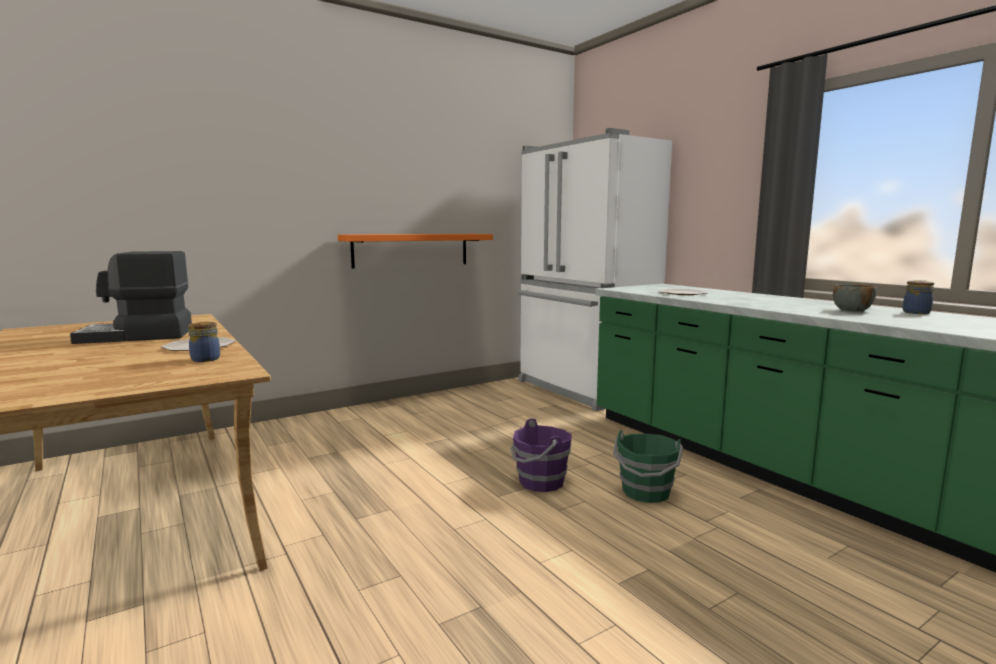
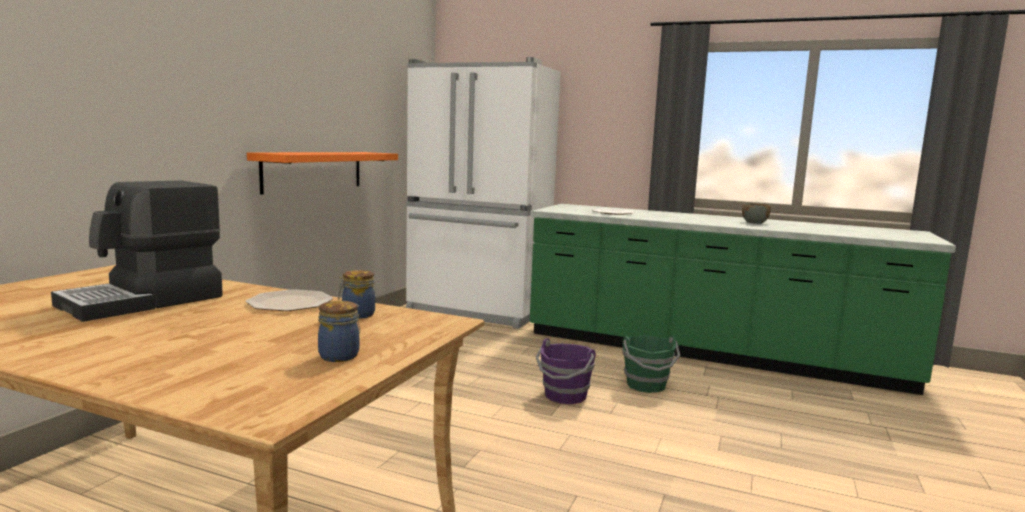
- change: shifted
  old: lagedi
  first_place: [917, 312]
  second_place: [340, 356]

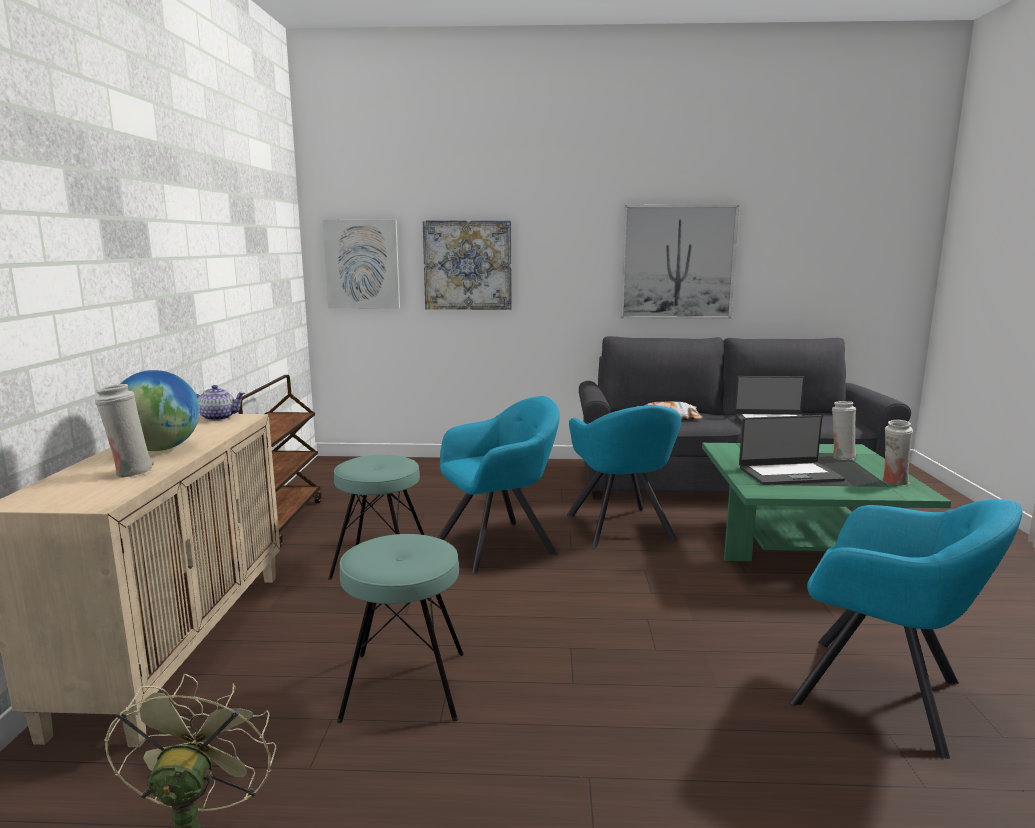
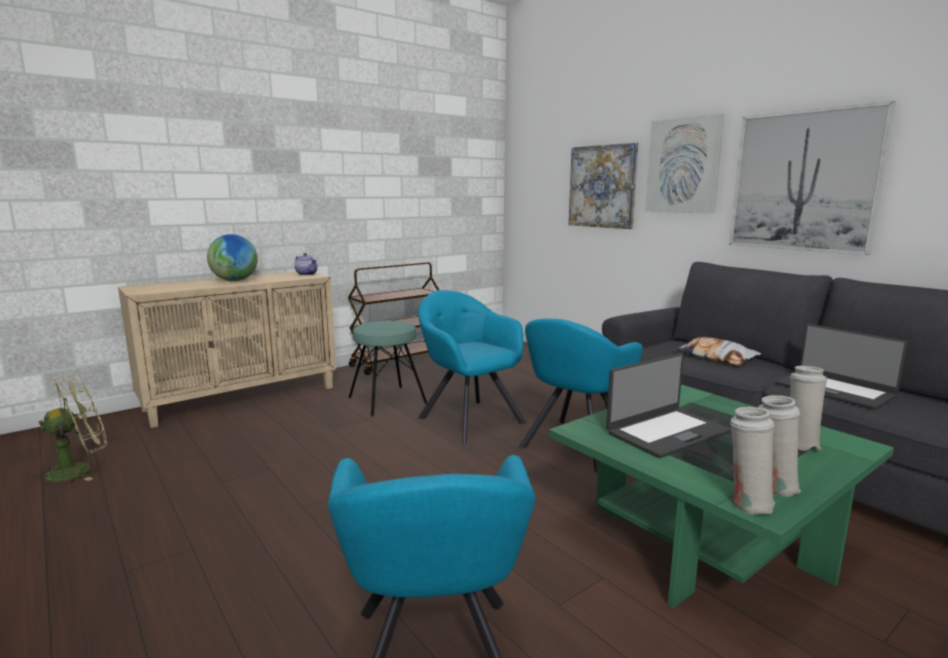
- change: gone
  old: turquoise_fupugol
  first_place: [405, 685]
- change: shifted
  old: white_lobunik
  first_place: [130, 472]
  second_place: [747, 504]
- change: shifted
  old: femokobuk
  first_place: [362, 264]
  second_place: [683, 166]
- change: rotated
  old: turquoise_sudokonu
  first_place: [500, 544]
  second_place: [468, 419]
  degrees: -150
- change: rotated
  old: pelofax
  first_place: [789, 474]
  second_place: [666, 432]
  degrees: -75

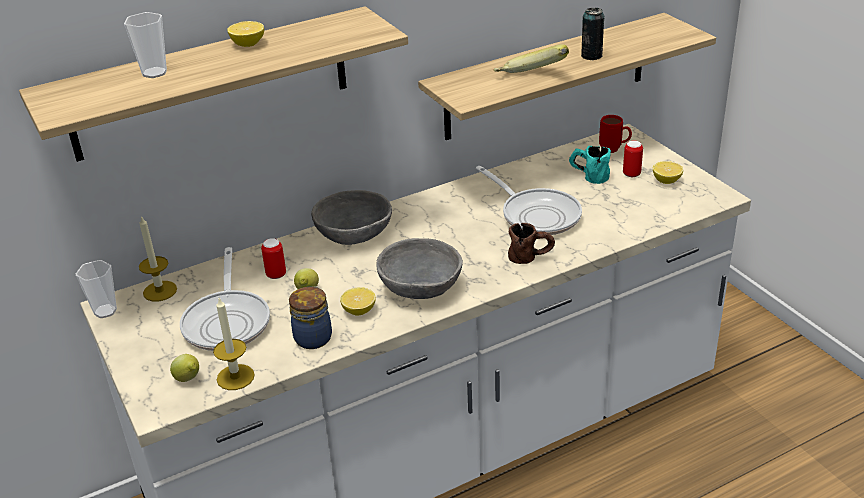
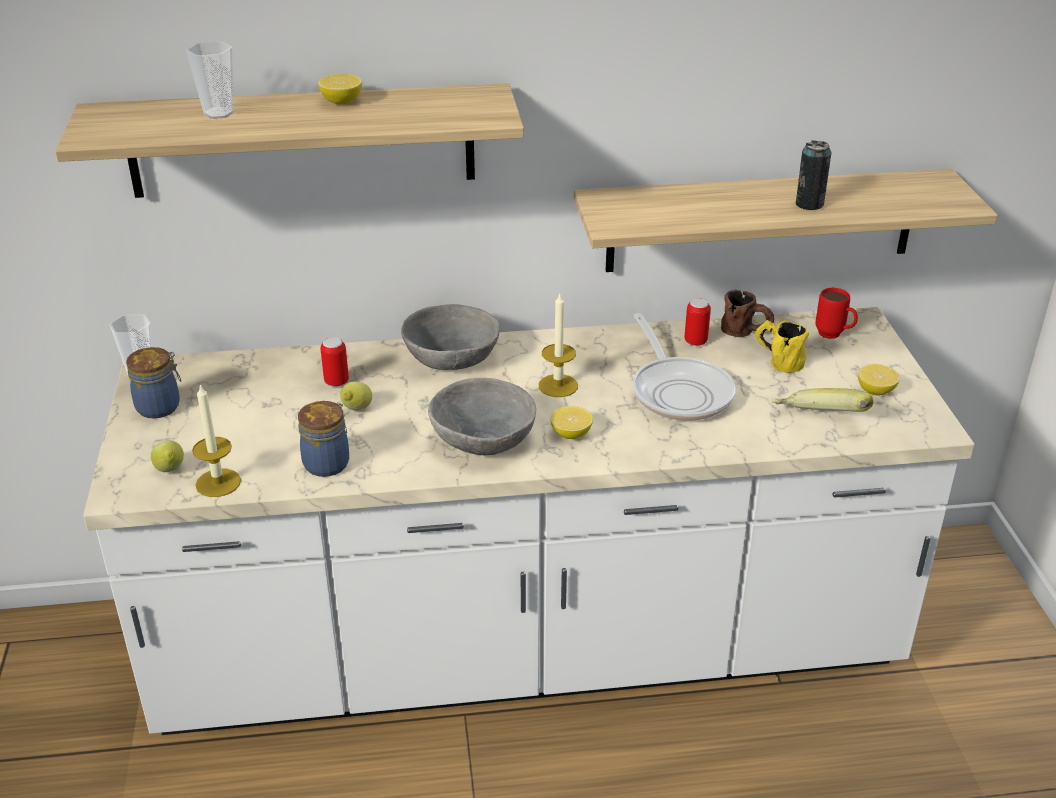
- change: gone
  old: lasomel
  first_place: [228, 321]
- change: new
  new: lagedi
  second_place: [160, 406]
- change: shifted
  old: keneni
  first_place: [160, 291]
  second_place: [558, 386]
- change: shifted
  old: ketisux
  first_place: [359, 311]
  second_place: [571, 434]
- change: shifted
  old: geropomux
  first_place: [530, 78]
  second_place: [818, 422]
- change: shifted
  old: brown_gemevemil
  first_place: [531, 257]
  second_place: [746, 333]
- change: shifted
  old: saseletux
  first_place: [631, 174]
  second_place: [695, 341]
- change: repainted
  old: turquoise_gemevemil
  new: yellow_gemevemil
  first_place: [588, 177]
  second_place: [777, 361]

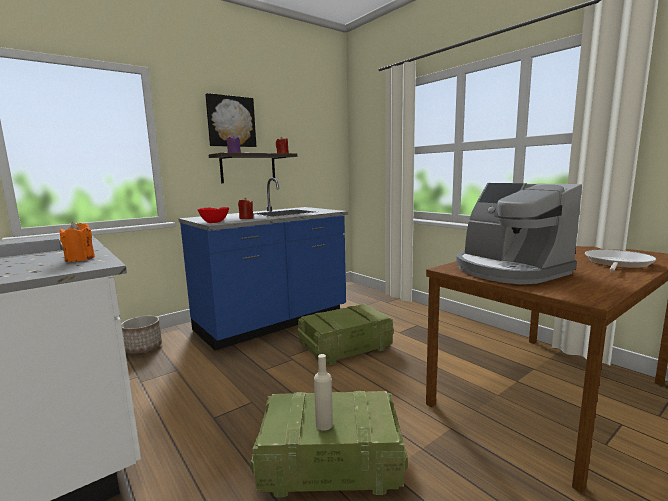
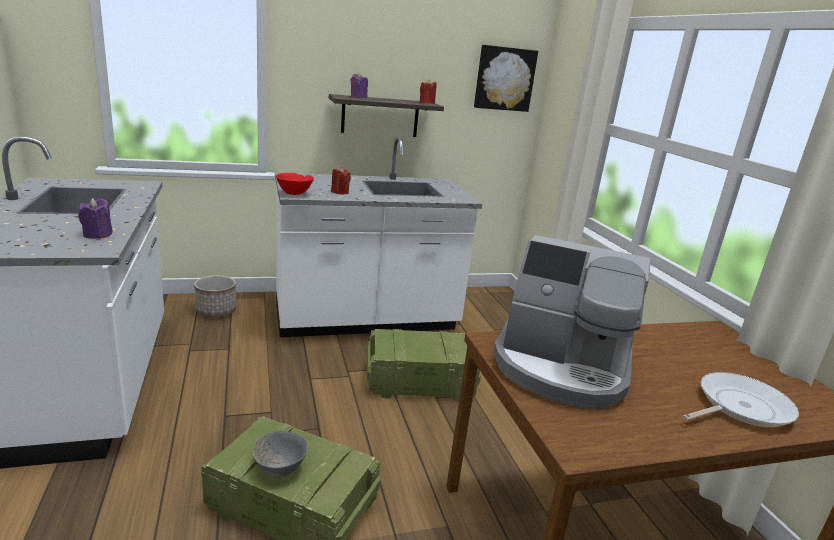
- change: shifted
  old: femokobuk
  first_place: [231, 121]
  second_place: [504, 79]
- change: swapped
  old: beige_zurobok
  new: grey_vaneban
  first_place: [324, 424]
  second_place: [279, 469]
- change: repainted
  old: orange_keneni
  new: purple_keneni
  first_place: [80, 259]
  second_place: [97, 235]
- change: repainted
  old: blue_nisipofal
  new: white_nisipofal
  first_place: [272, 322]
  second_place: [365, 319]
- change: rotated
  old: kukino
  first_place: [508, 270]
  second_place: [561, 368]
  degrees: -60

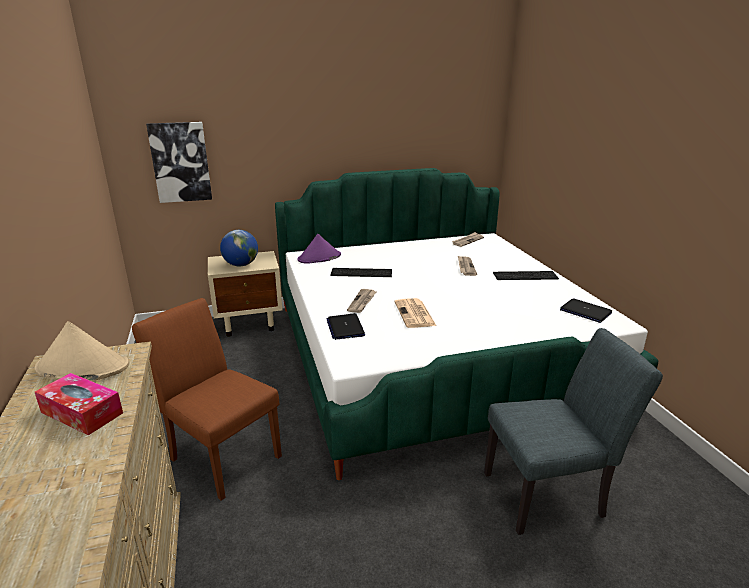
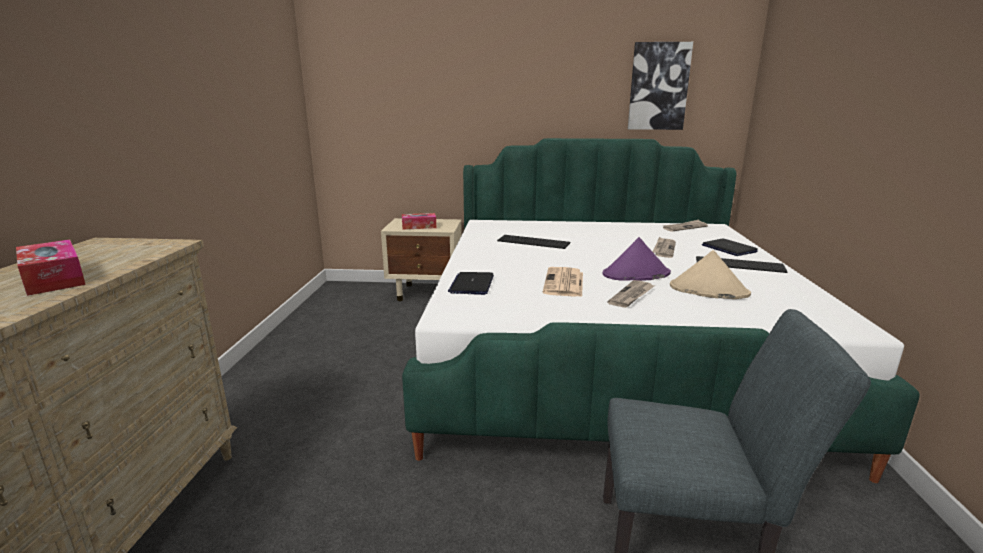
- change: gone
  old: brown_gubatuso
  first_place: [220, 454]
- change: shifted
  old: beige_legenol
  first_place: [82, 367]
  second_place: [708, 290]
- change: shifted
  old: femokobuk
  first_place: [180, 162]
  second_place: [658, 86]
- change: shifted
  old: purple_legenol
  first_place: [319, 258]
  second_place: [636, 274]
- change: shifted
  old: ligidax
  first_place: [362, 302]
  second_place: [631, 296]
- change: shifted
  old: pelofax
  first_place: [585, 311]
  second_place: [728, 248]
- change: swapped
  old: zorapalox
  new: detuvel
  first_place: [241, 265]
  second_place: [419, 226]

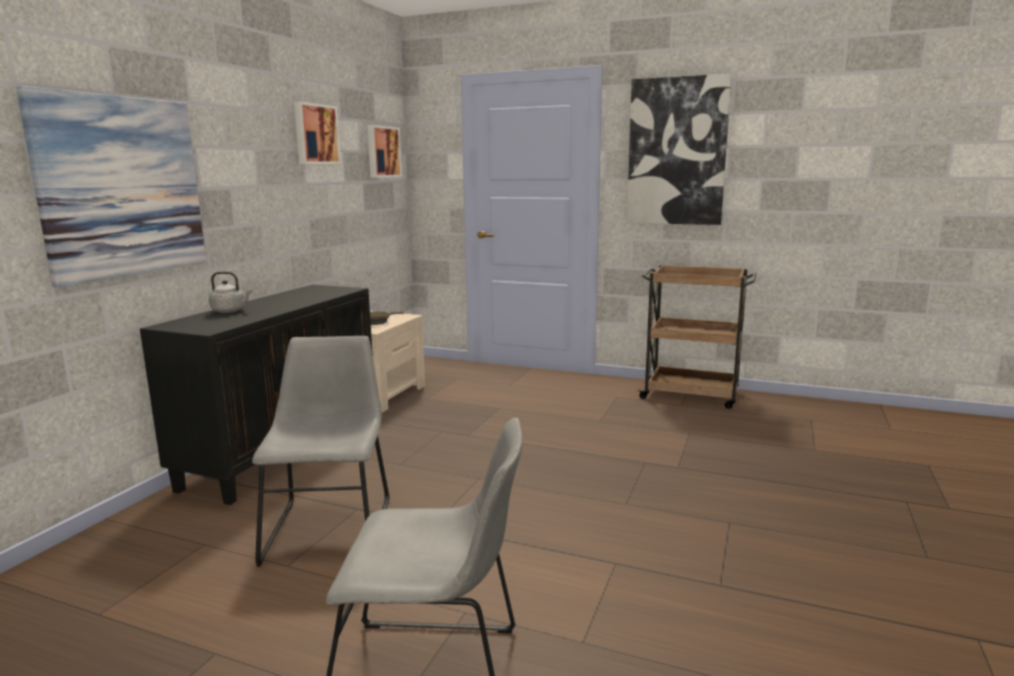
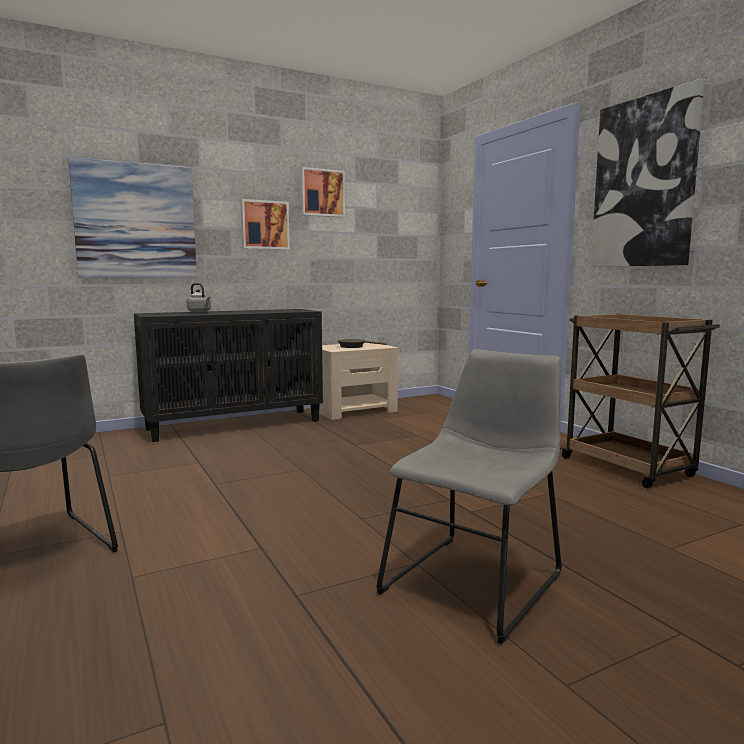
- change: shifted
  old: grey_gubatuso
  first_place: [330, 526]
  second_place: [476, 580]
- change: shifted
  old: femokobuk
  first_place: [382, 152]
  second_place: [264, 225]

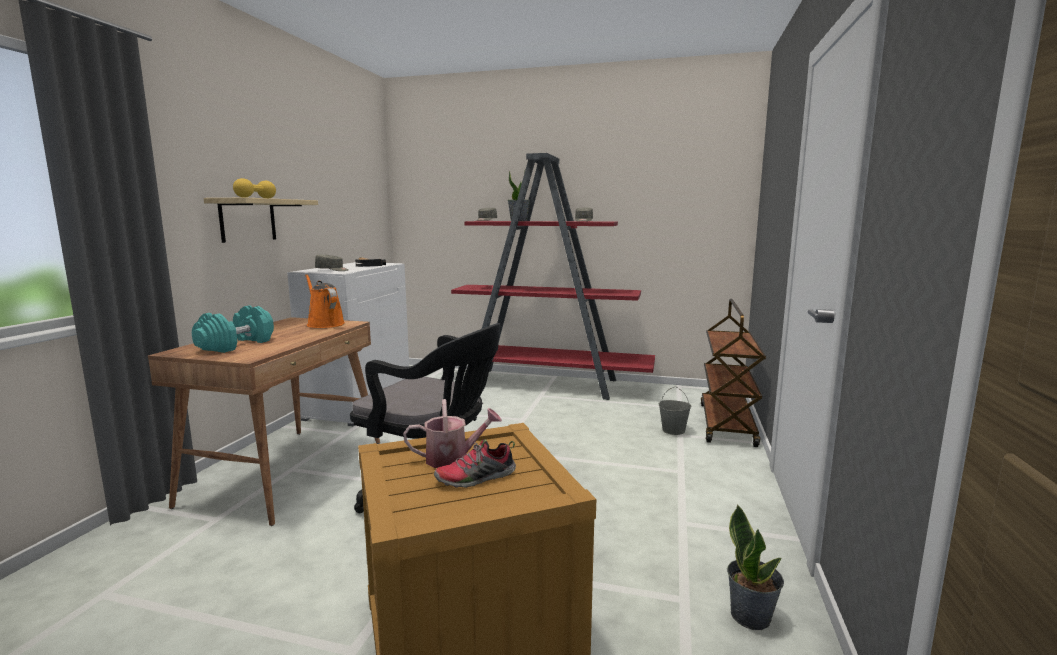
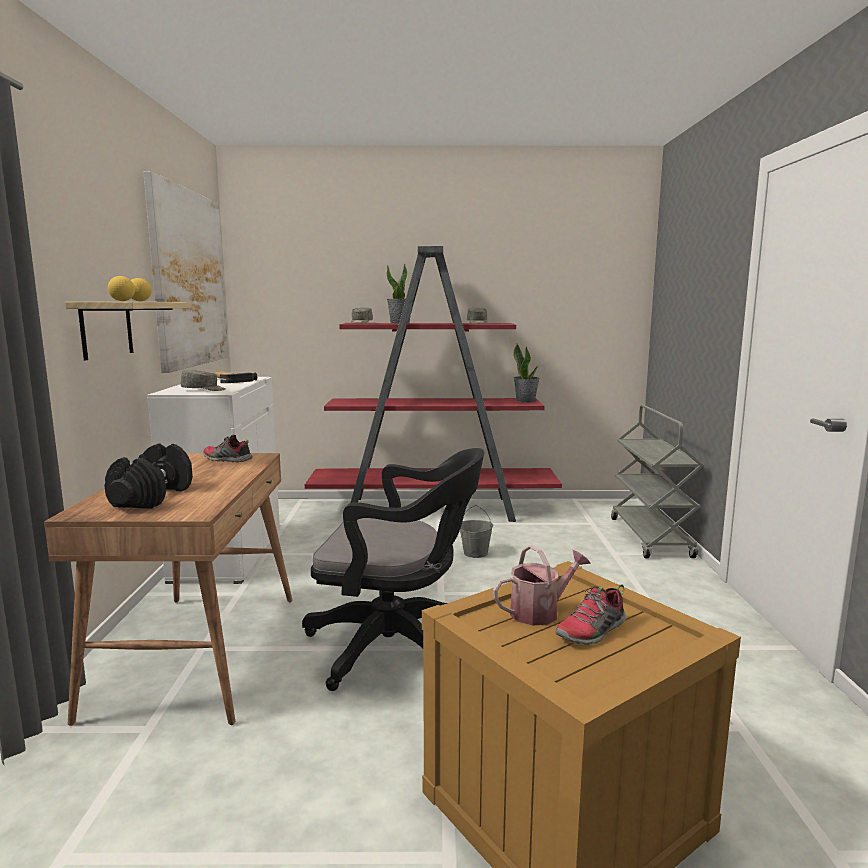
- change: new
  new: femokobuk
  second_place: [189, 279]
- change: shifted
  old: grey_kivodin
  first_place: [673, 430]
  second_place: [475, 553]
- change: shifted
  old: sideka
  first_place: [751, 616]
  second_place: [525, 401]
- change: swapped
  old: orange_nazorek
  new: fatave
  first_place: [324, 324]
  second_place: [227, 460]
- change: repainted
  old: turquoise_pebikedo
  new: black_pebikedo
  first_place: [236, 345]
  second_place: [152, 496]
- change: repainted
  old: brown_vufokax
  new: grey_vufokax
  first_place: [727, 425]
  second_place: [651, 538]

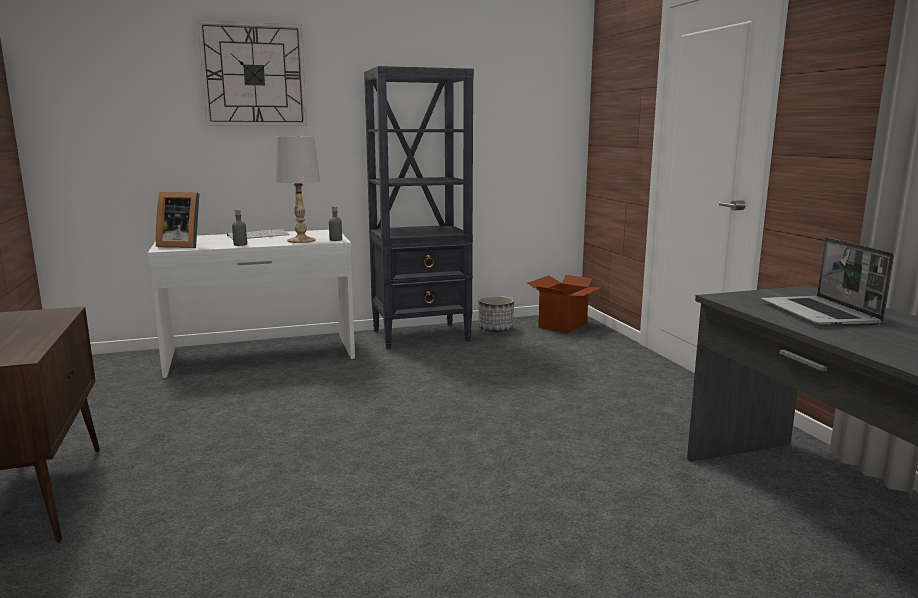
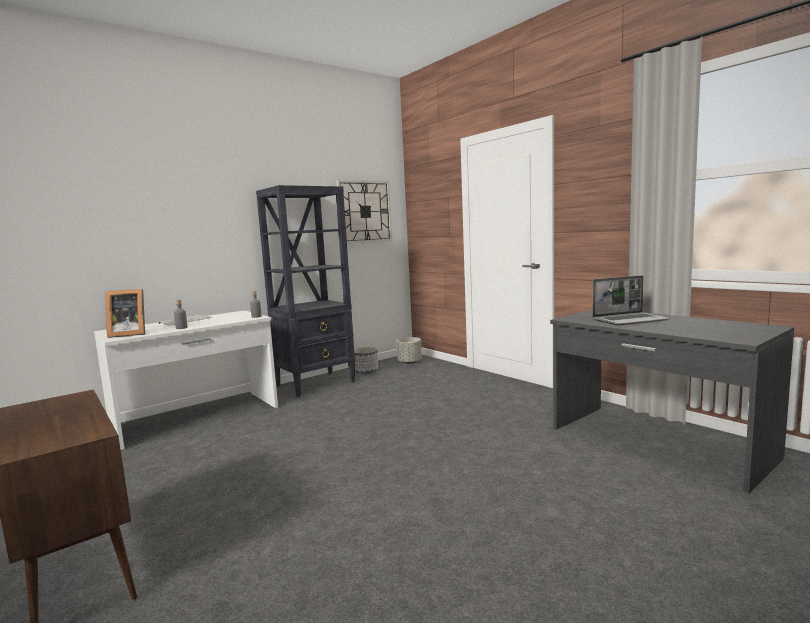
- change: gone
  old: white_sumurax
  first_place: [301, 240]
- change: shifted
  old: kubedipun
  first_place: [254, 75]
  second_place: [364, 211]
- change: swapped
  old: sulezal
  new: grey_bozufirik
  first_place: [563, 325]
  second_place: [410, 362]
- change: rotated
  old: pelofax
  first_place: [820, 313]
  second_place: [630, 320]
  degrees: -75

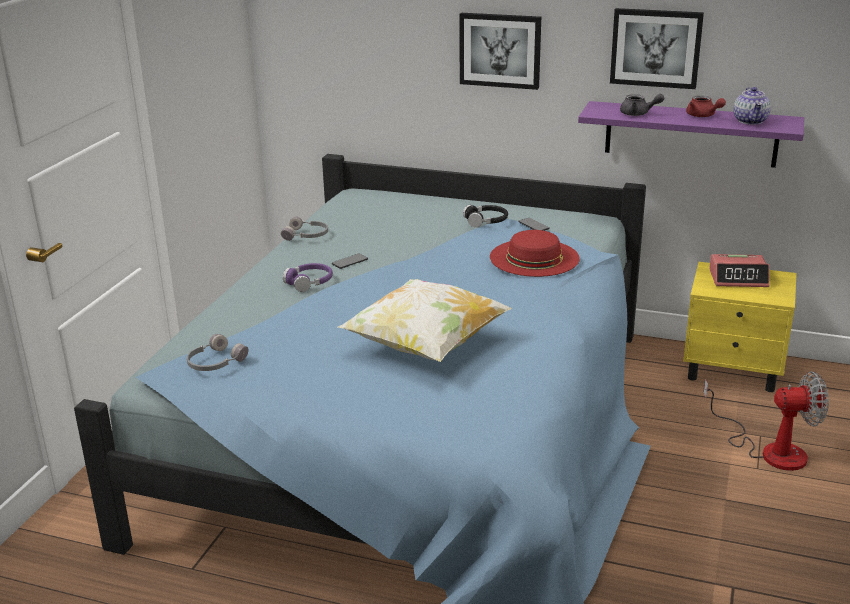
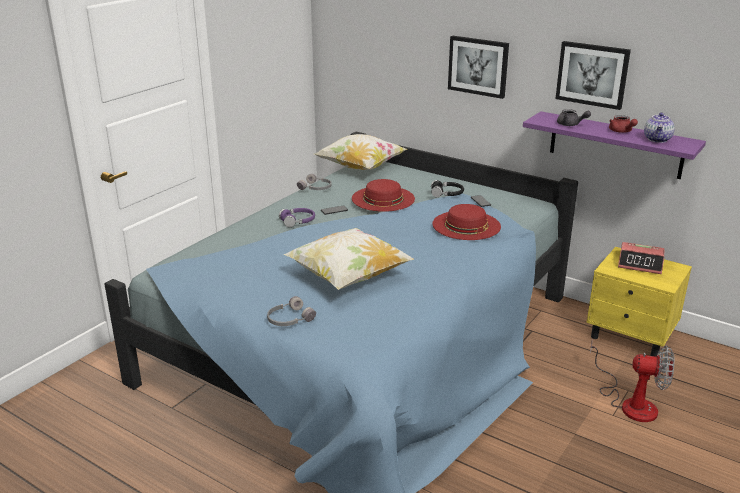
- change: new
  new: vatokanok
  second_place: [360, 168]
- change: new
  new: red_legenol
  second_place: [383, 198]
- change: shifted
  old: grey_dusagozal
  first_place: [215, 362]
  second_place: [289, 319]

